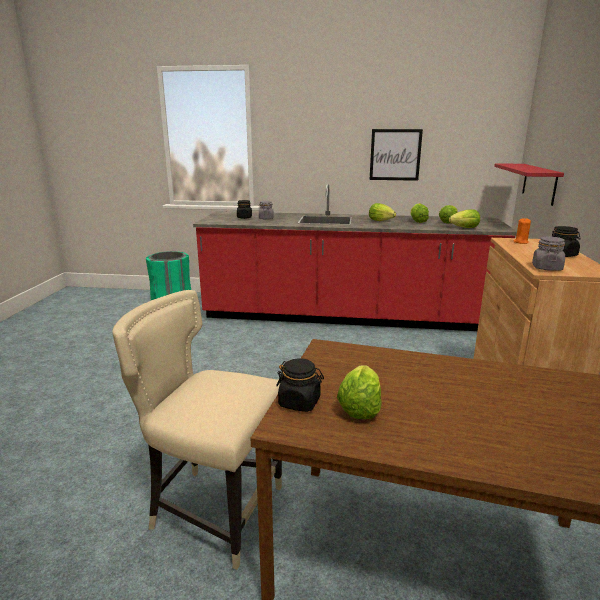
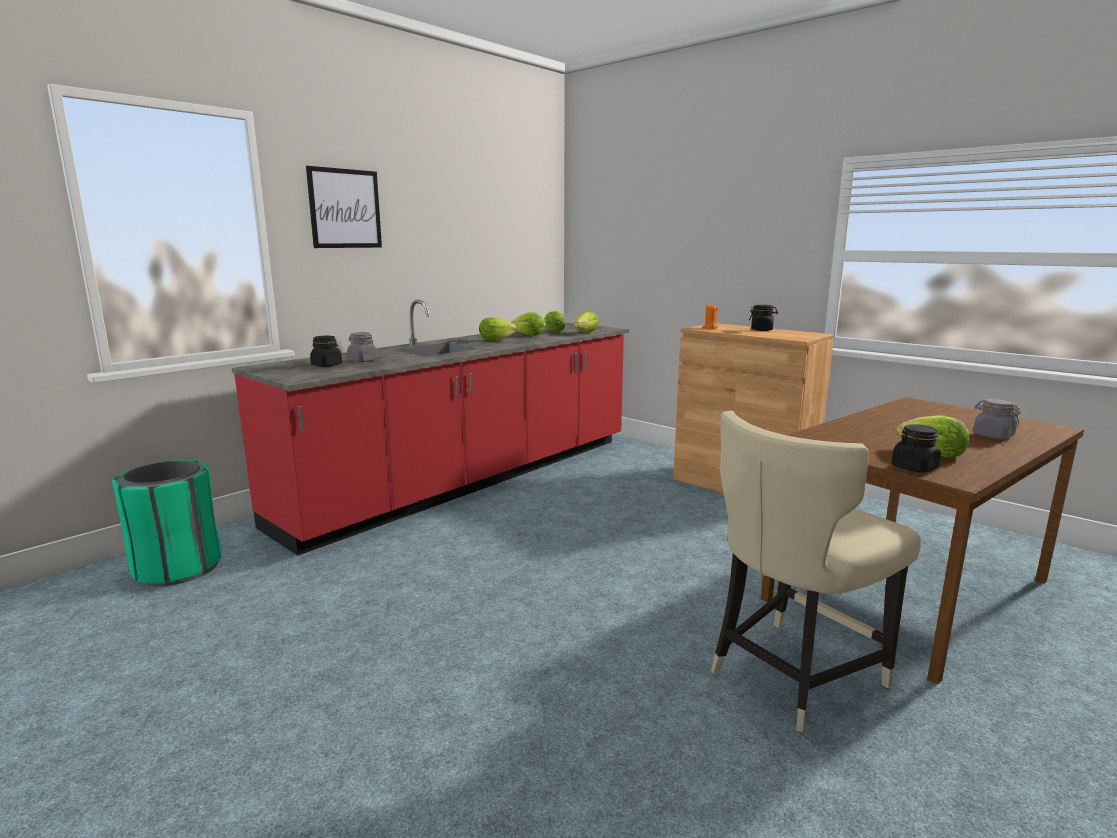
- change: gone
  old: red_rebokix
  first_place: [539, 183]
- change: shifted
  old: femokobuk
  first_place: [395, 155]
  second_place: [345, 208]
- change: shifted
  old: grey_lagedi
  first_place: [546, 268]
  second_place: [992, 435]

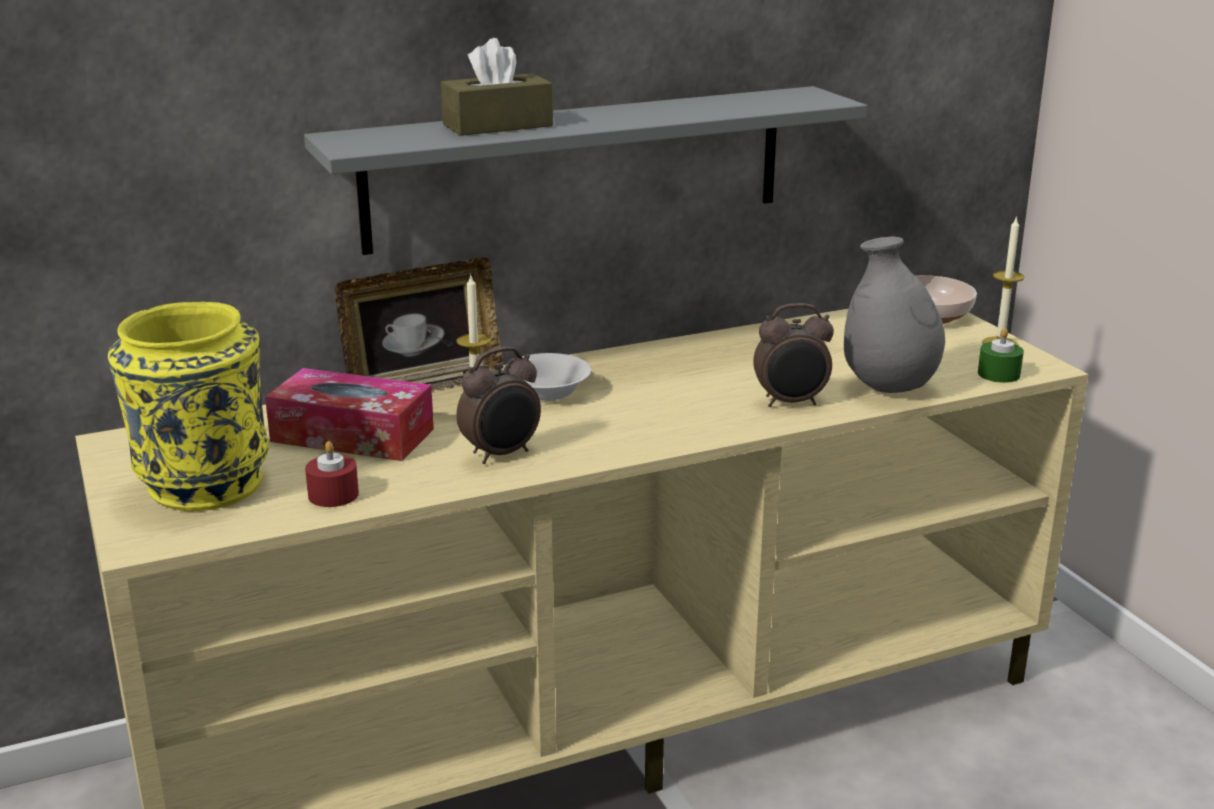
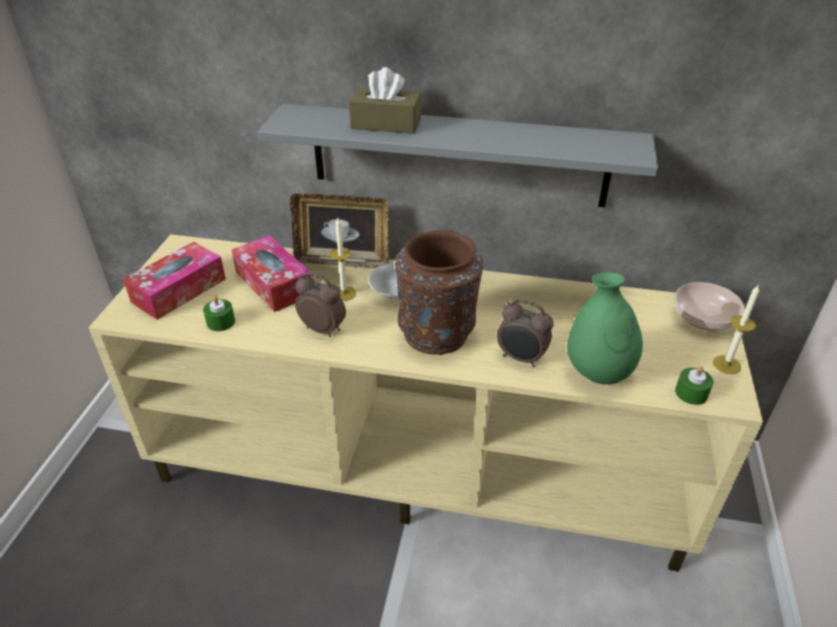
- change: new
  new: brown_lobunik
  second_place: [437, 333]
- change: swapped
  old: yellow_lobunik
  new: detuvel
  first_place: [203, 486]
  second_place: [179, 290]
- change: repainted
  old: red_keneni
  new: green_keneni
  first_place: [333, 495]
  second_place: [221, 322]
- change: repainted
  old: grey_lobunik
  new: green_lobunik
  first_place: [889, 388]
  second_place: [598, 373]
- change: rotated
  old: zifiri
  first_place: [502, 454]
  second_place: [323, 329]
  degrees: -150

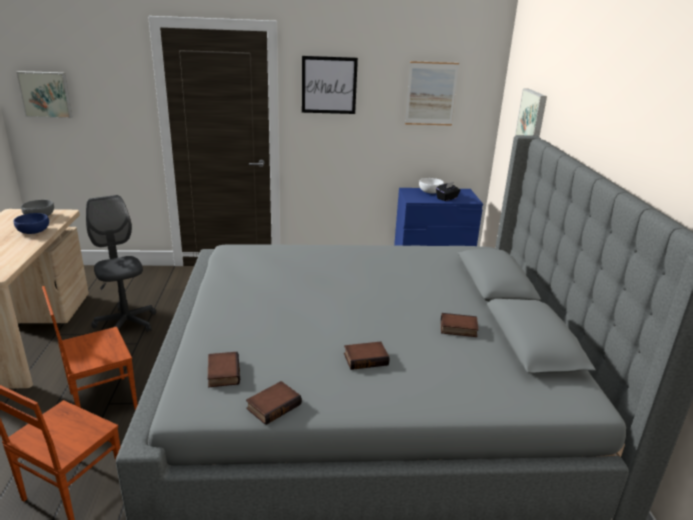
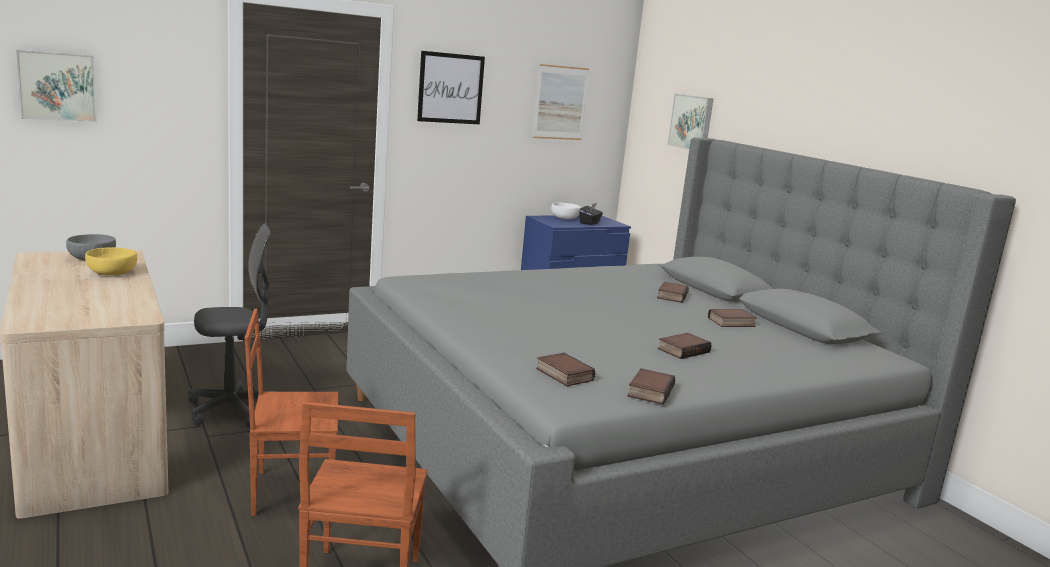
- change: new
  new: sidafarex
  second_place: [671, 296]
- change: repainted
  old: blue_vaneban
  new: yellow_vaneban
  first_place: [33, 231]
  second_place: [111, 273]
- change: rotated
  old: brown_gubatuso
  first_place: [102, 400]
  second_place: [292, 491]
  degrees: 45
- change: rotated
  old: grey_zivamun
  first_place: [126, 324]
  second_place: [232, 410]
  degrees: 120

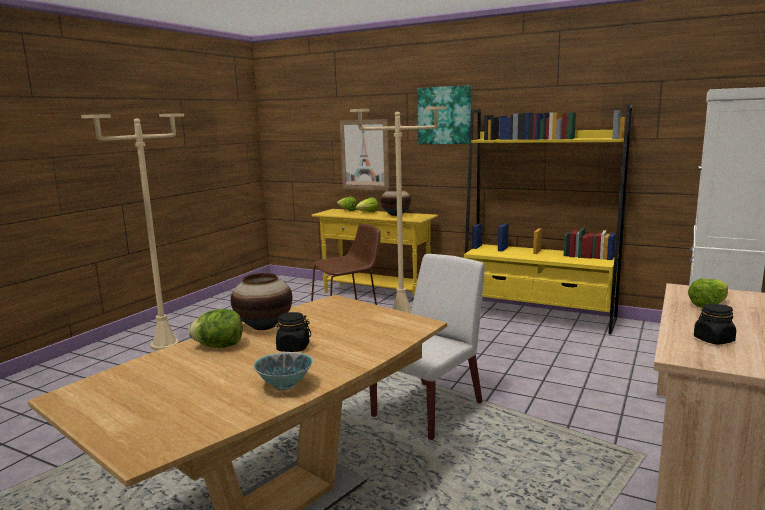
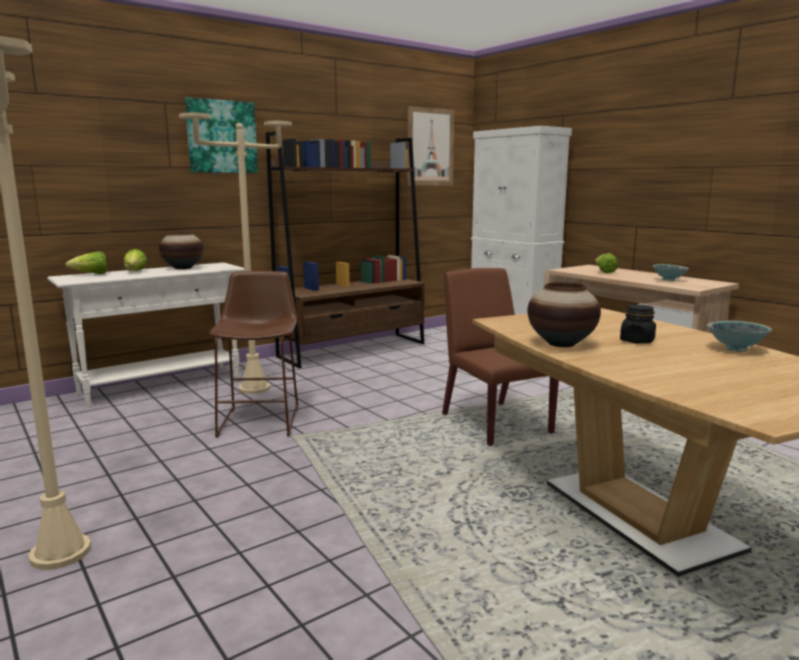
- change: gone
  old: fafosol
  first_place: [219, 346]
- change: shifted
  old: femokobuk
  first_place: [364, 155]
  second_place: [430, 147]
- change: swapped
  old: black_lagedi
  new: vaneban
  first_place: [713, 340]
  second_place: [668, 280]
- change: repainted
  old: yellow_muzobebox
  new: white_muzobebox
  first_place: [376, 294]
  second_place: [162, 385]
- change: repainted
  old: white_gubatuso
  new: brown_gubatuso
  first_place: [428, 409]
  second_place: [494, 423]
- change: repainted
  old: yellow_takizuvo
  new: brown_takizuvo
  first_place: [538, 316]
  second_place: [353, 350]

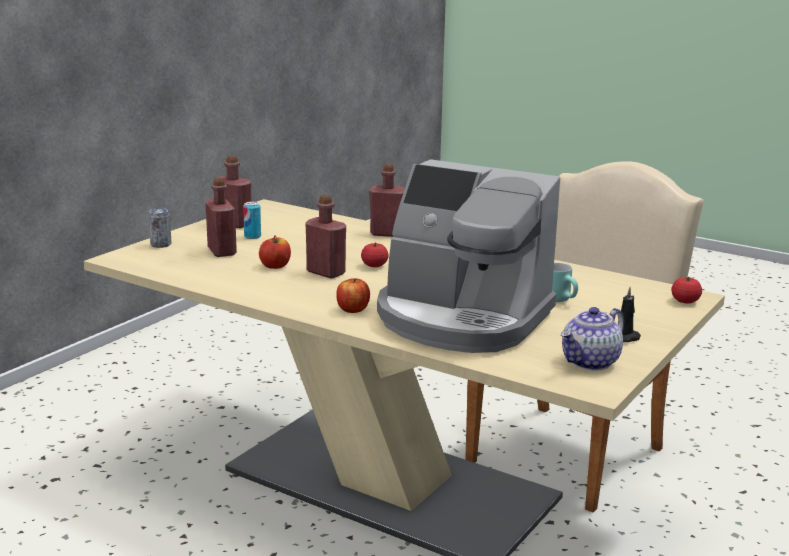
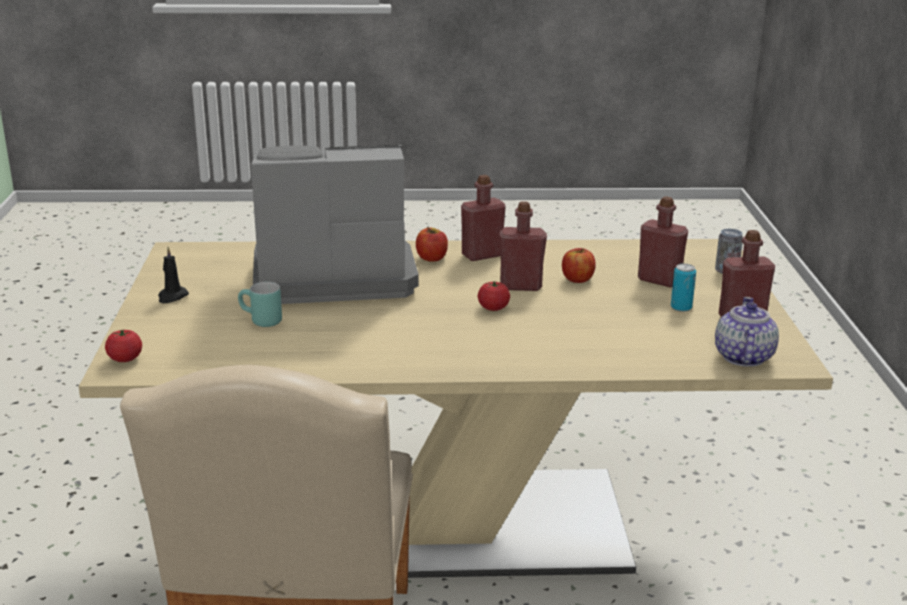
- change: shifted
  old: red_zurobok
  first_place: [387, 233]
  second_place: [482, 255]
- change: shifted
  old: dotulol
  first_place: [590, 362]
  second_place: [742, 357]

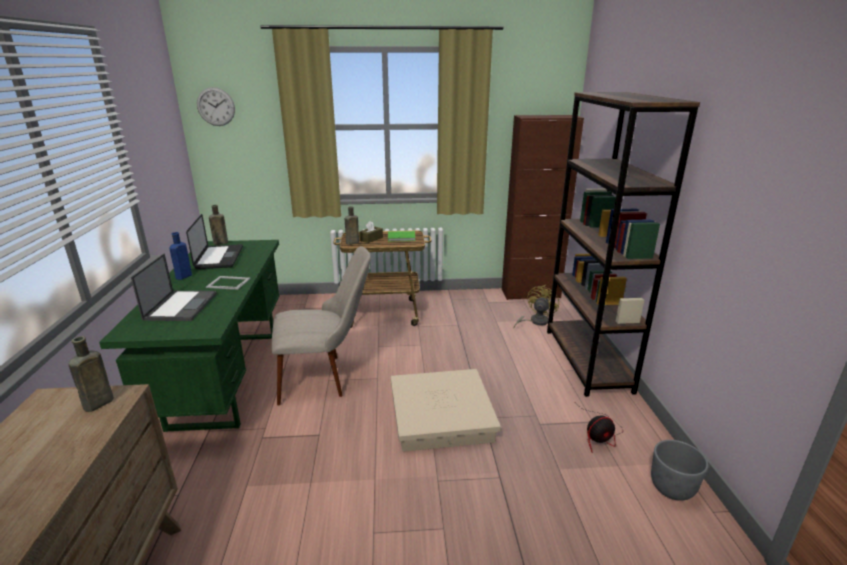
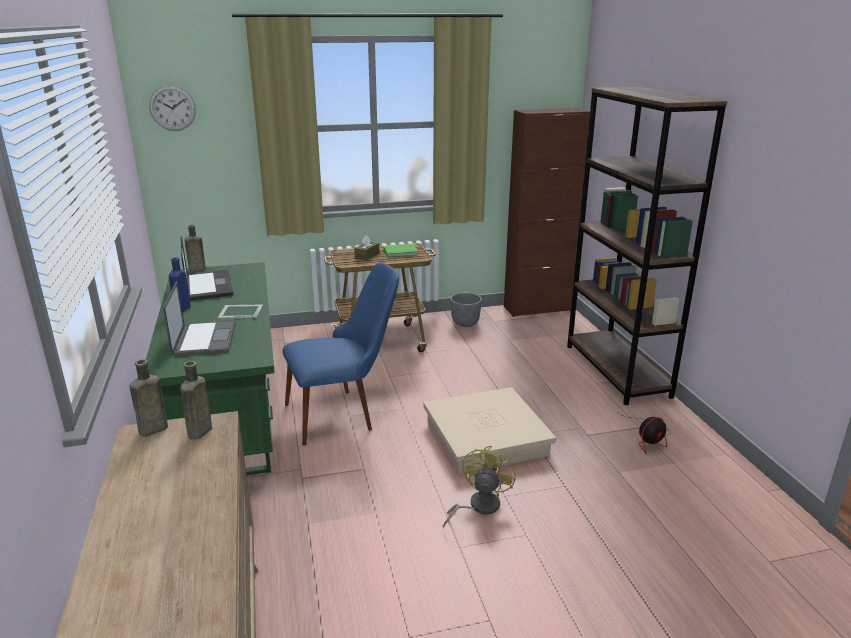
- change: shifted
  old: brown_zurobok
  first_place: [351, 243]
  second_place: [151, 430]
- change: shifted
  old: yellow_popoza
  first_place: [535, 321]
  second_place: [478, 507]
- change: shifted
  old: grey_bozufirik
  first_place: [672, 489]
  second_place: [465, 323]
- change: repainted
  old: beige_gubatuso
  new: blue_gubatuso
  first_place: [325, 377]
  second_place: [344, 413]

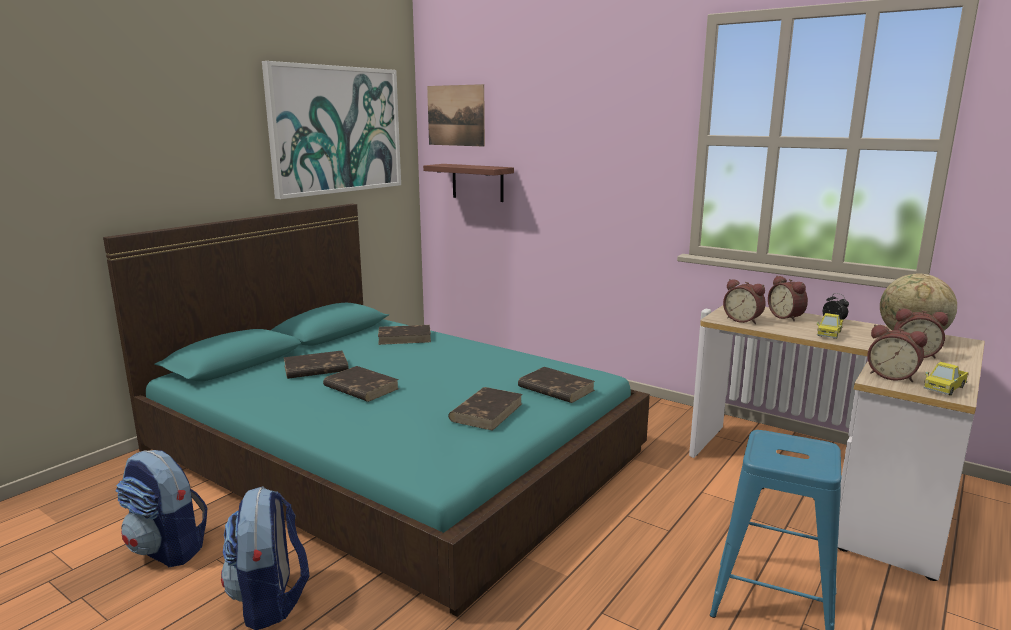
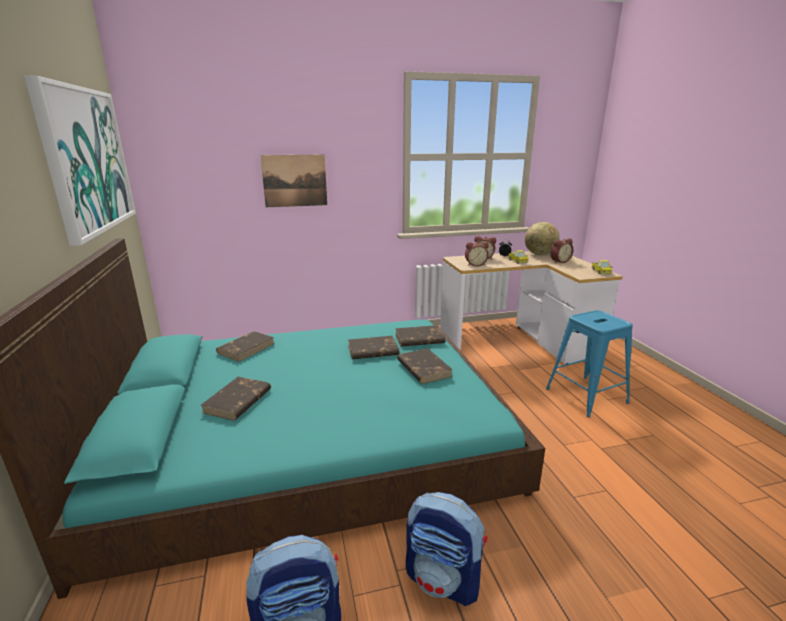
- change: gone
  old: rebokix
  first_place: [477, 182]
- change: gone
  old: zifiri
  first_place: [892, 376]
- change: shifted
  old: brown_sidafarex
  first_place: [360, 387]
  second_place: [372, 351]
- change: shifted
  old: femokobuk
  first_place: [455, 115]
  second_place: [295, 181]

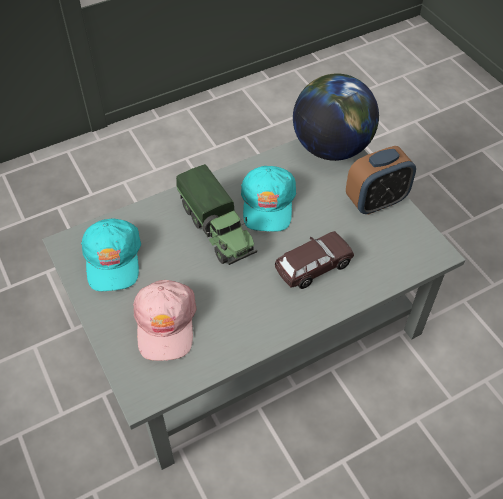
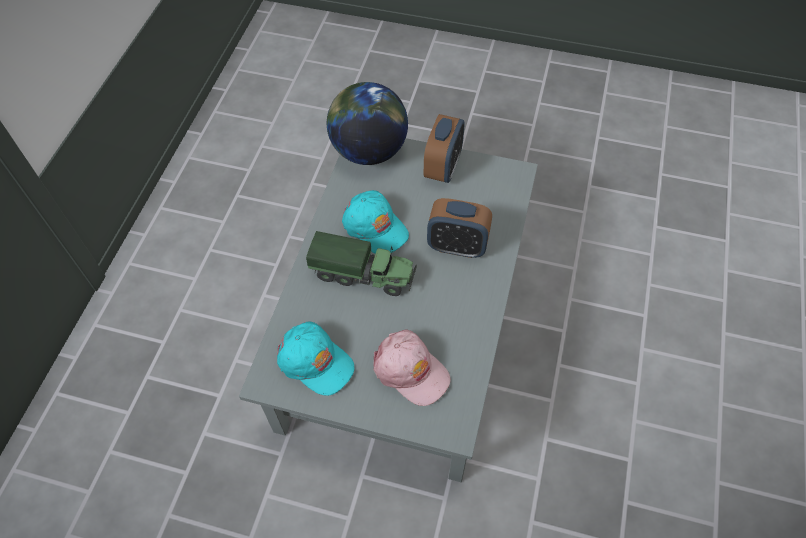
- change: swapped
  old: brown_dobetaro
  new: zifiri
  first_place: [313, 267]
  second_place: [457, 246]

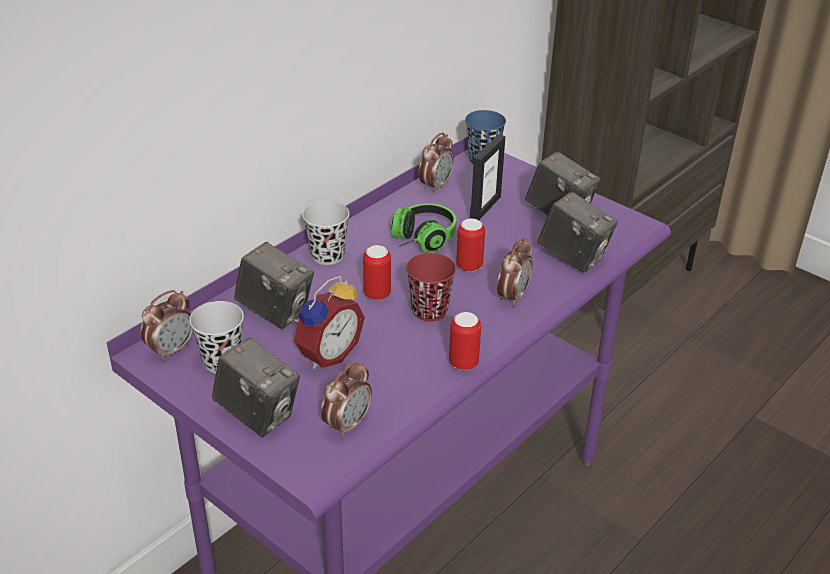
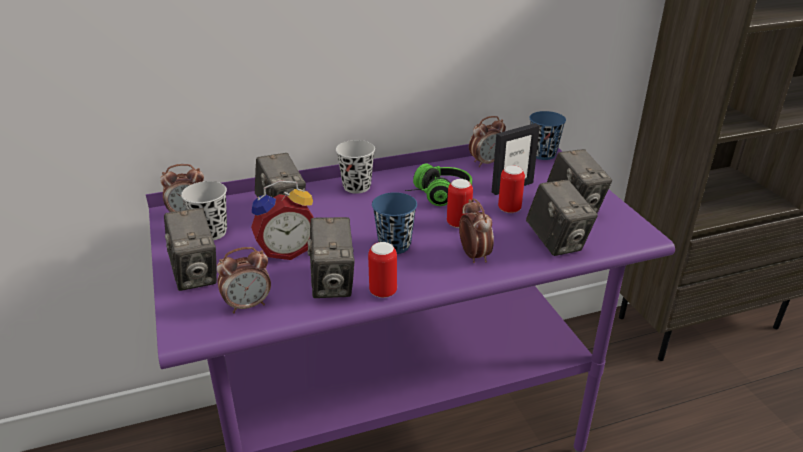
- change: new
  new: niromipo
  second_place: [333, 283]
- change: shifted
  old: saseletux
  first_place: [377, 294]
  second_place: [509, 209]
- change: repainted
  old: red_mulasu
  new: blue_mulasu
  first_place: [429, 311]
  second_place: [394, 245]
- change: rotated
  old: zifiri
  first_place: [512, 296]
  second_place: [474, 255]
  degrees: -75

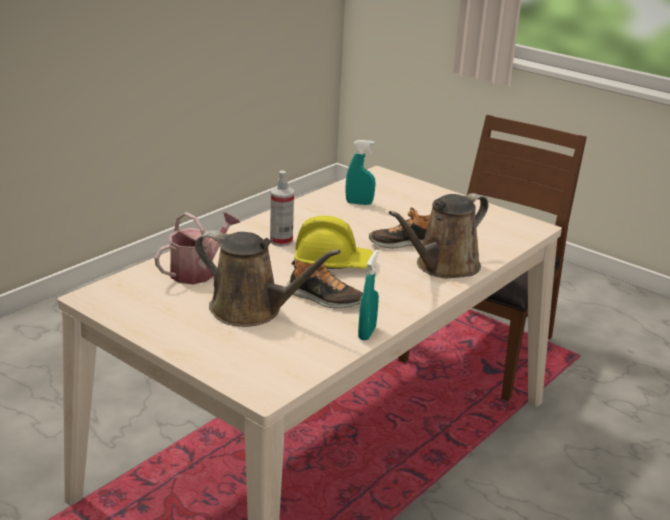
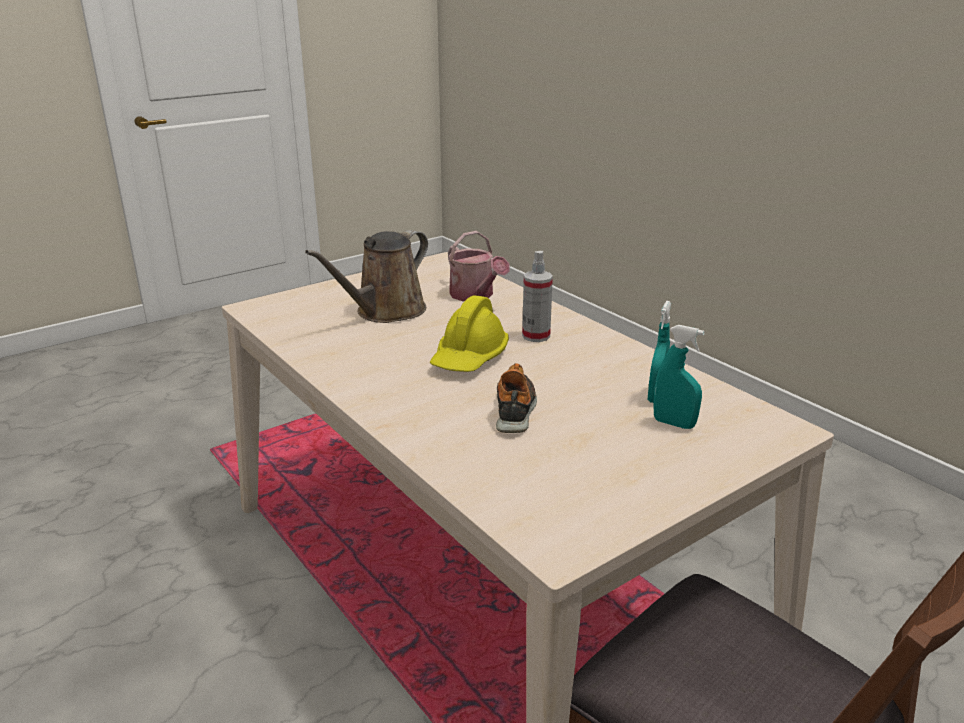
- change: gone
  old: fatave
  first_place: [324, 298]
- change: gone
  old: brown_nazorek
  first_place: [443, 267]
- change: shifted
  old: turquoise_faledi
  first_place: [367, 333]
  second_place: [674, 423]

